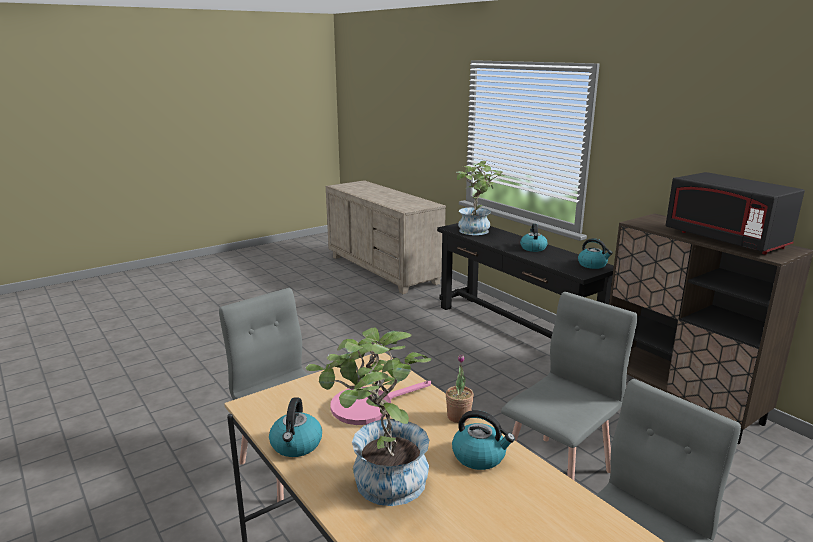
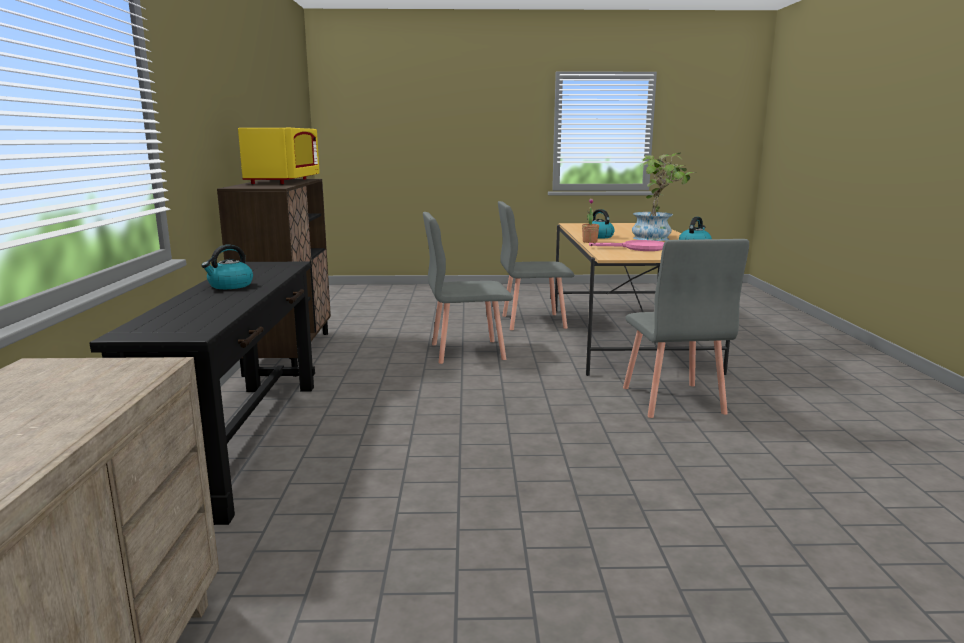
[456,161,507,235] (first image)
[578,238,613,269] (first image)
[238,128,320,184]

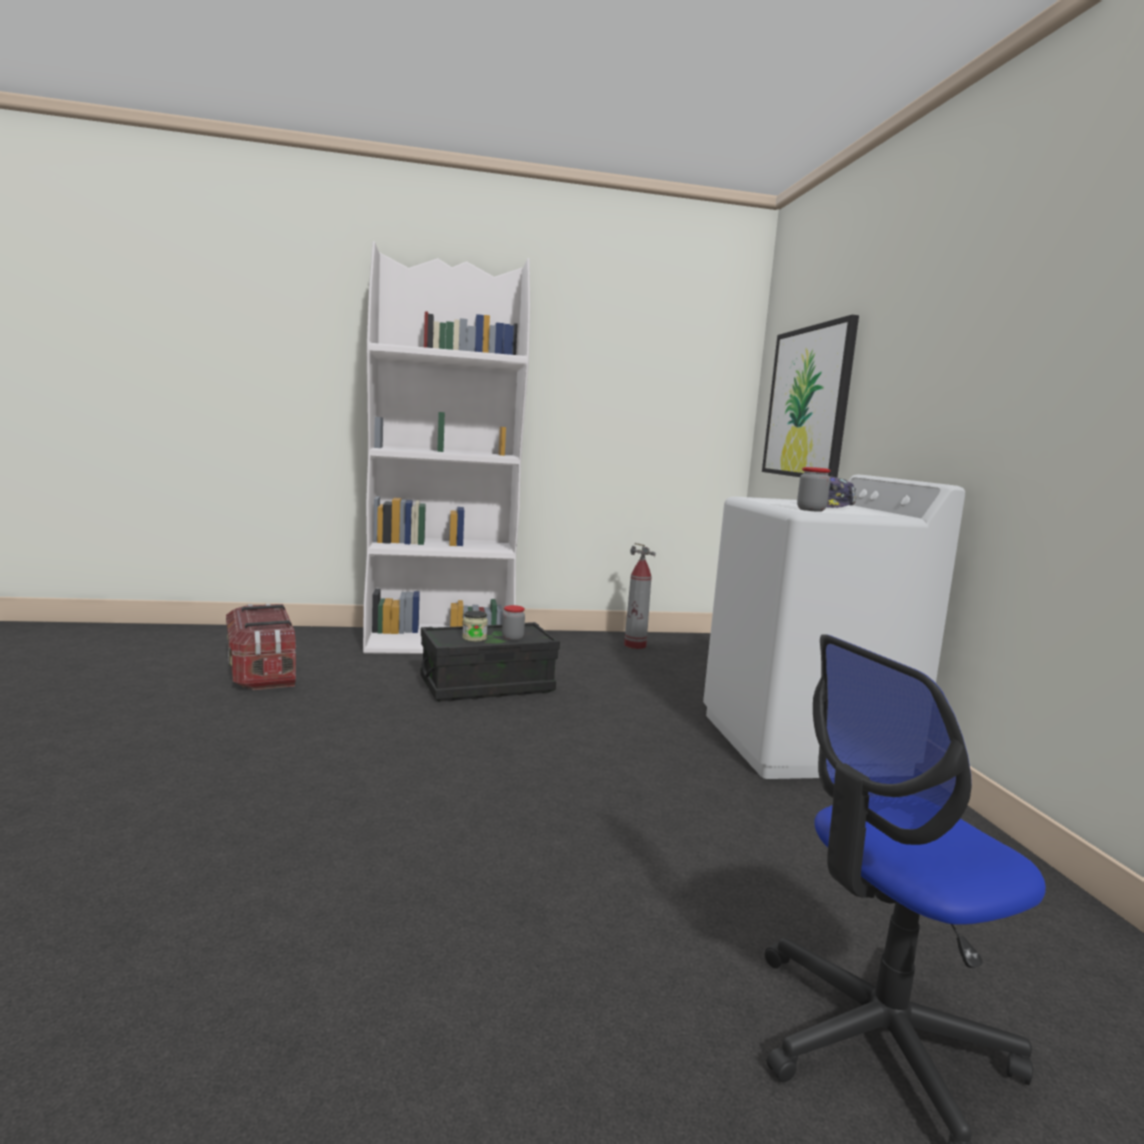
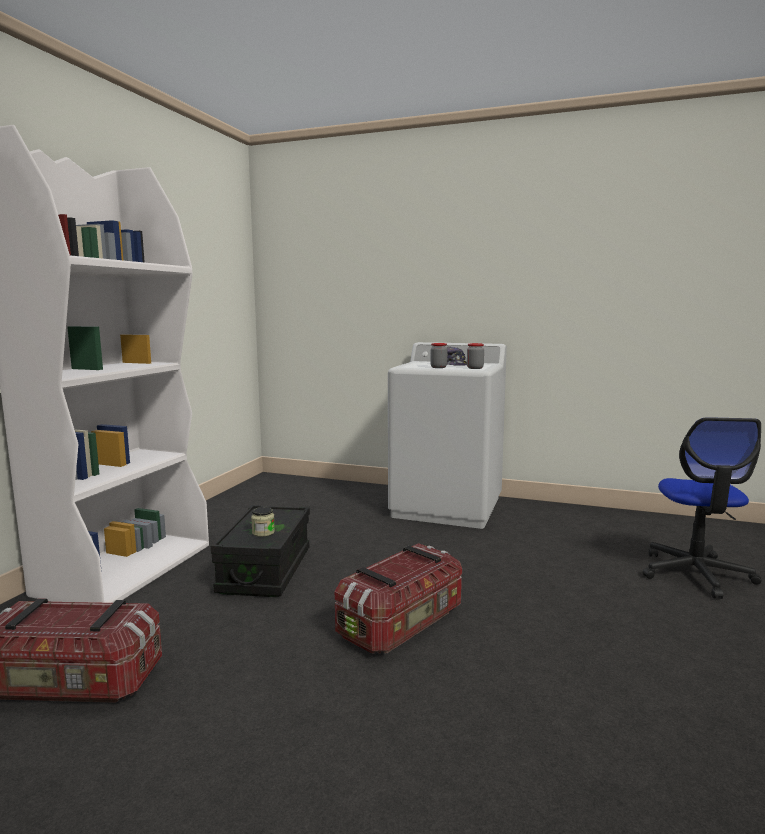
[624,543,656,649] (first image)
[762,315,859,478] (first image)
[335,543,462,654]
[430,343,447,368]

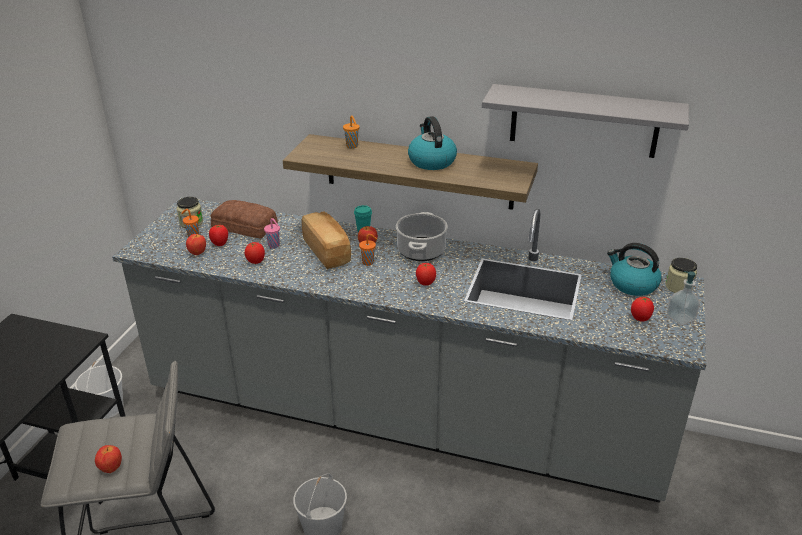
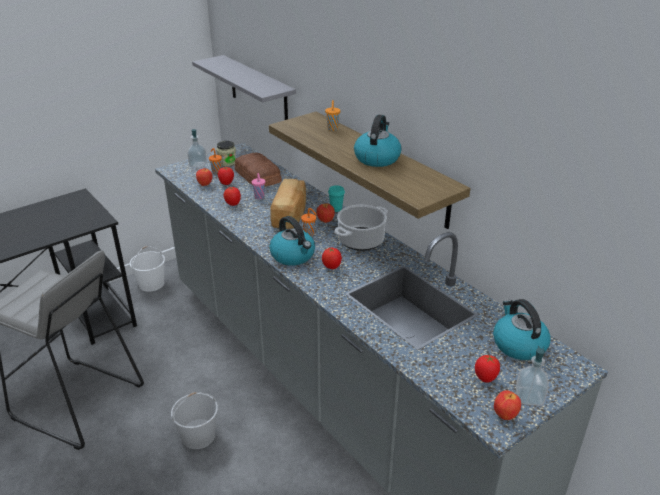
[665,258,697,293] (first image)
[187,129,207,168]
[269,216,315,265]
[494,390,521,420]
[192,55,296,120]

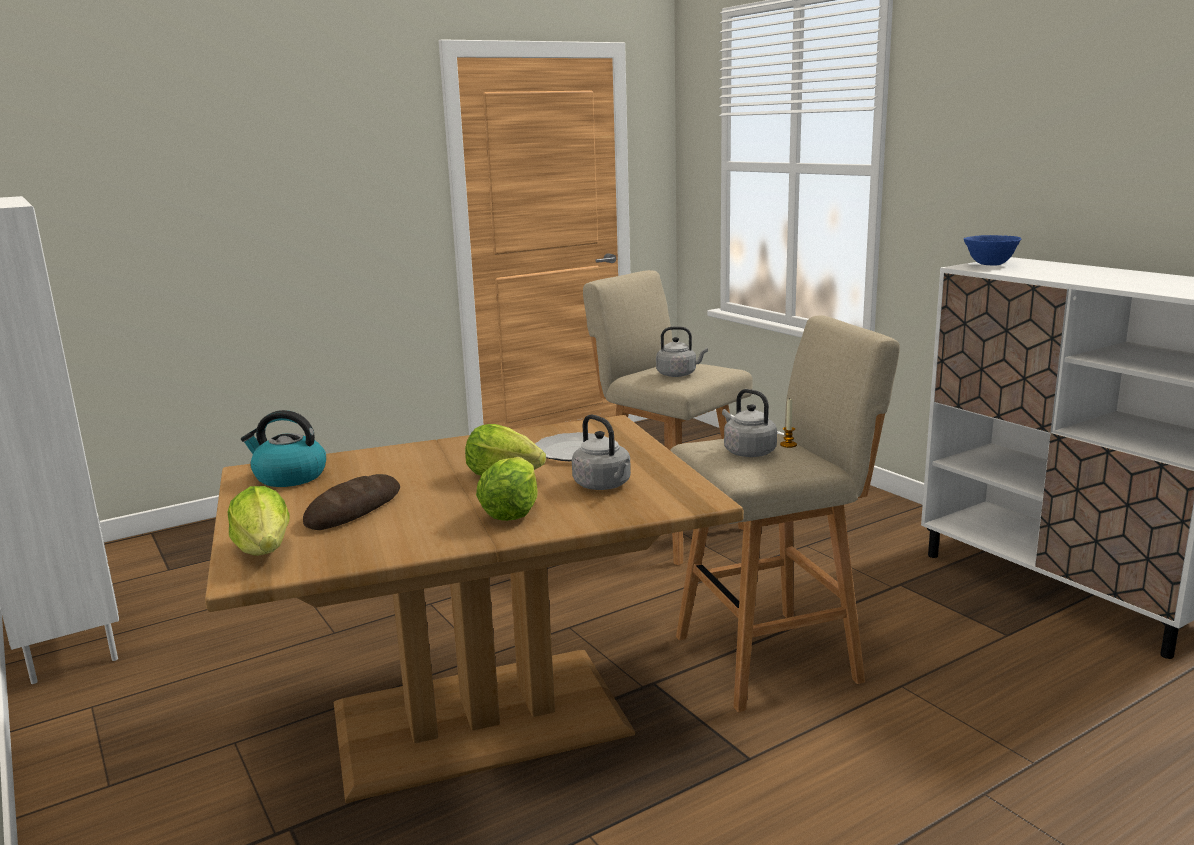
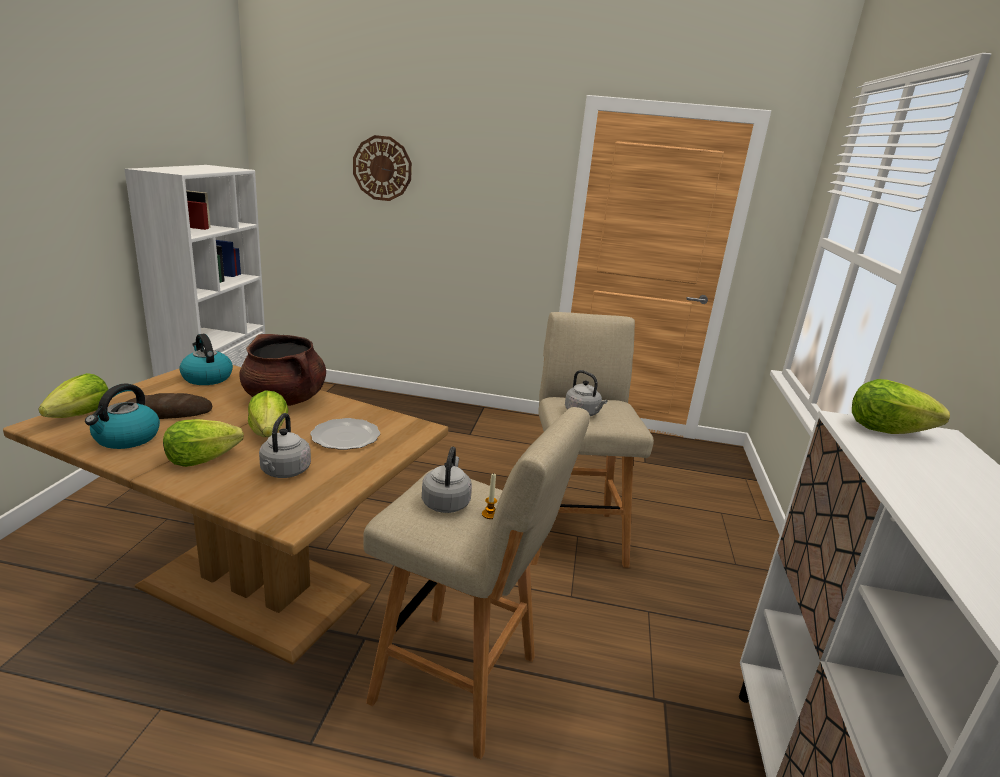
[85,383,160,449]
[239,334,326,406]
[353,135,412,201]
[852,379,950,434]

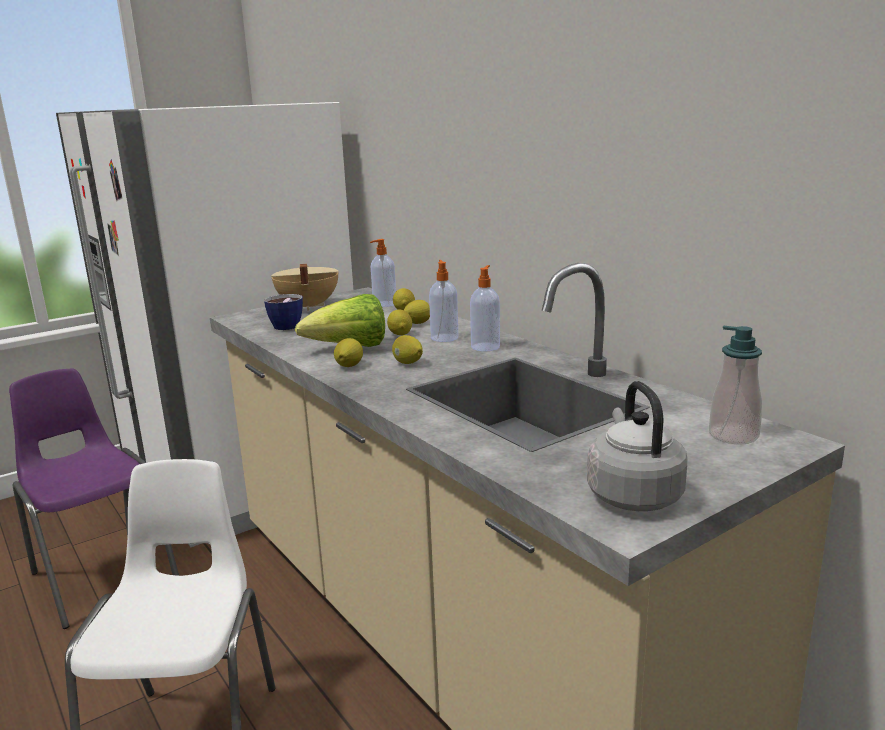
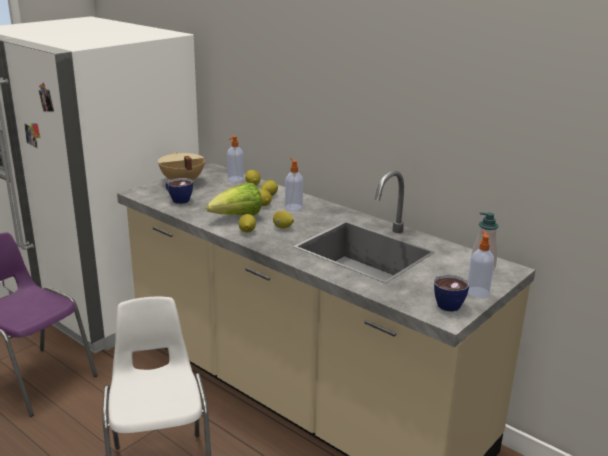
[468,231,494,298]
[434,275,469,311]

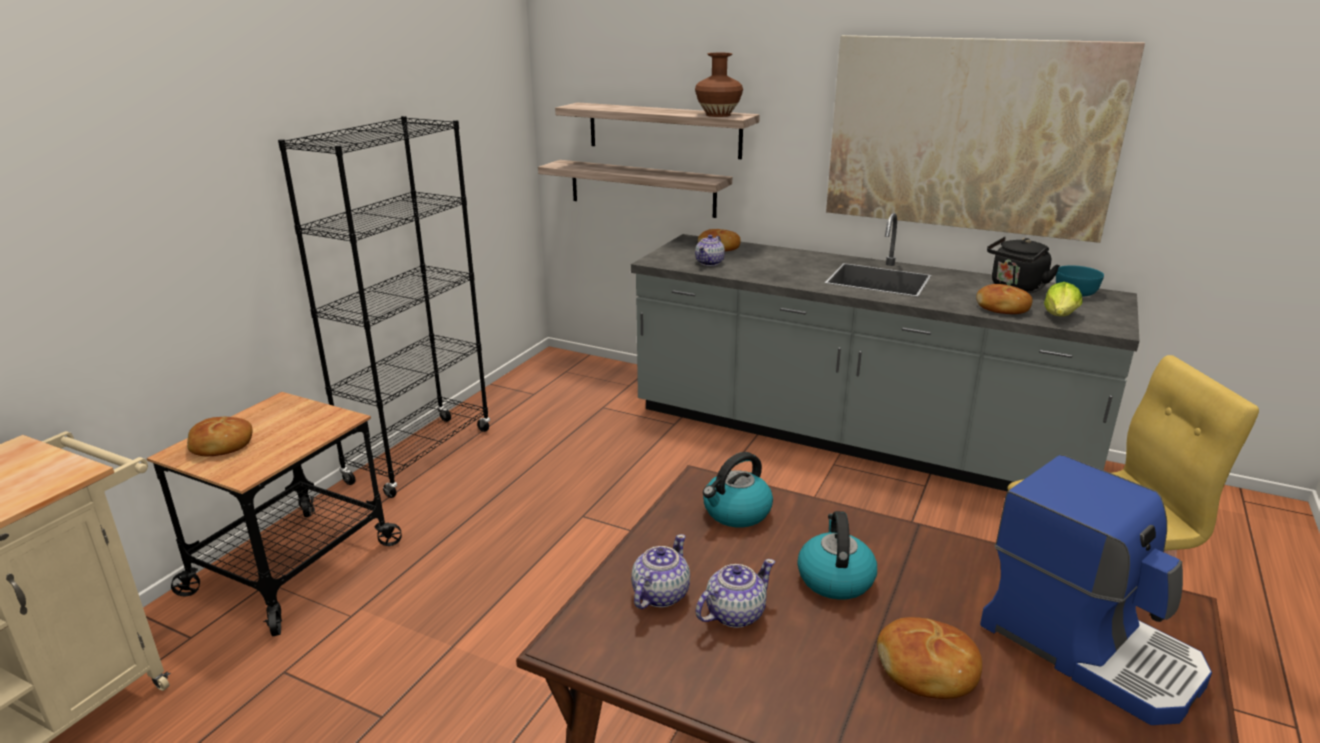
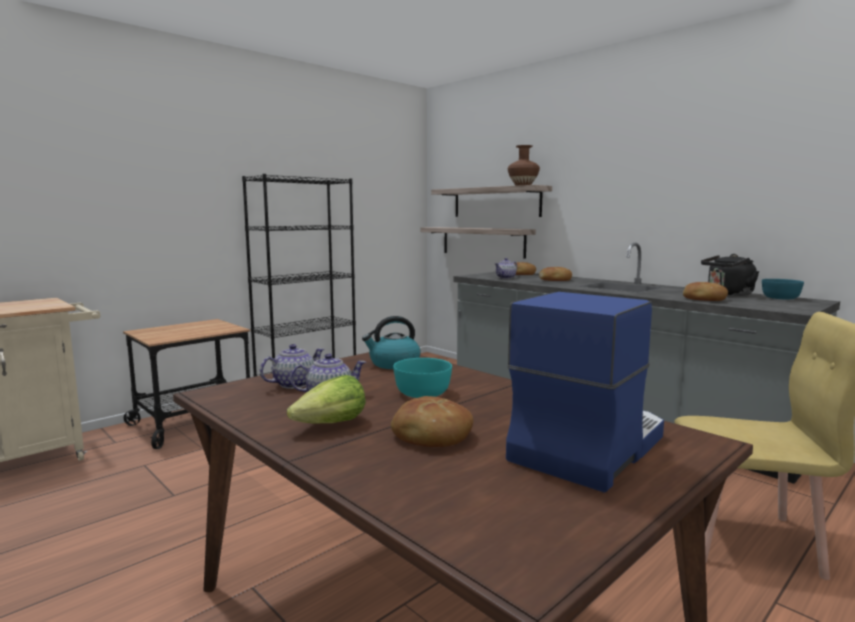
[826,35,1145,243] (first image)
[539,267,572,281]
[287,375,366,424]
[393,358,452,398]
[506,292,664,493]

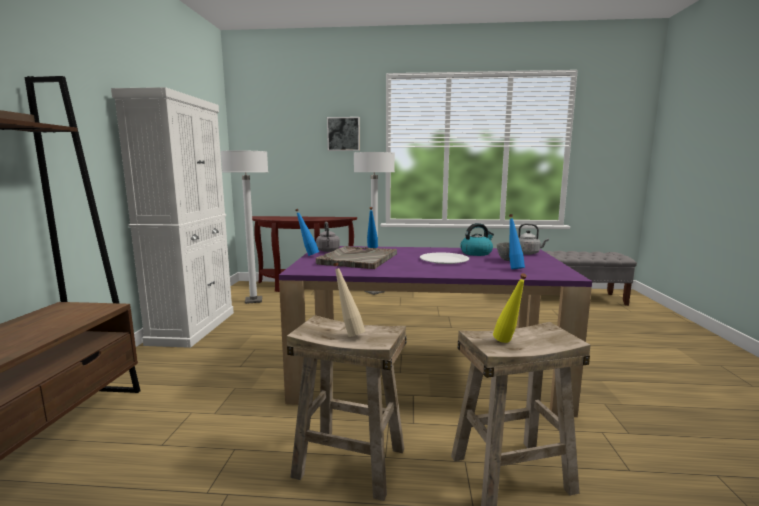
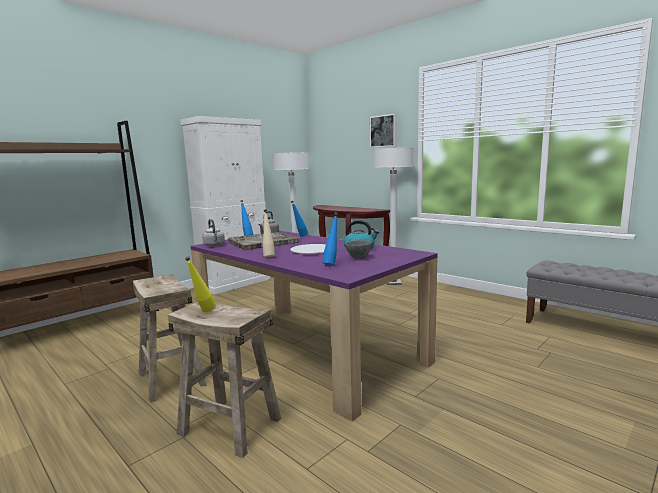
[262,210,275,257]
[202,219,225,247]

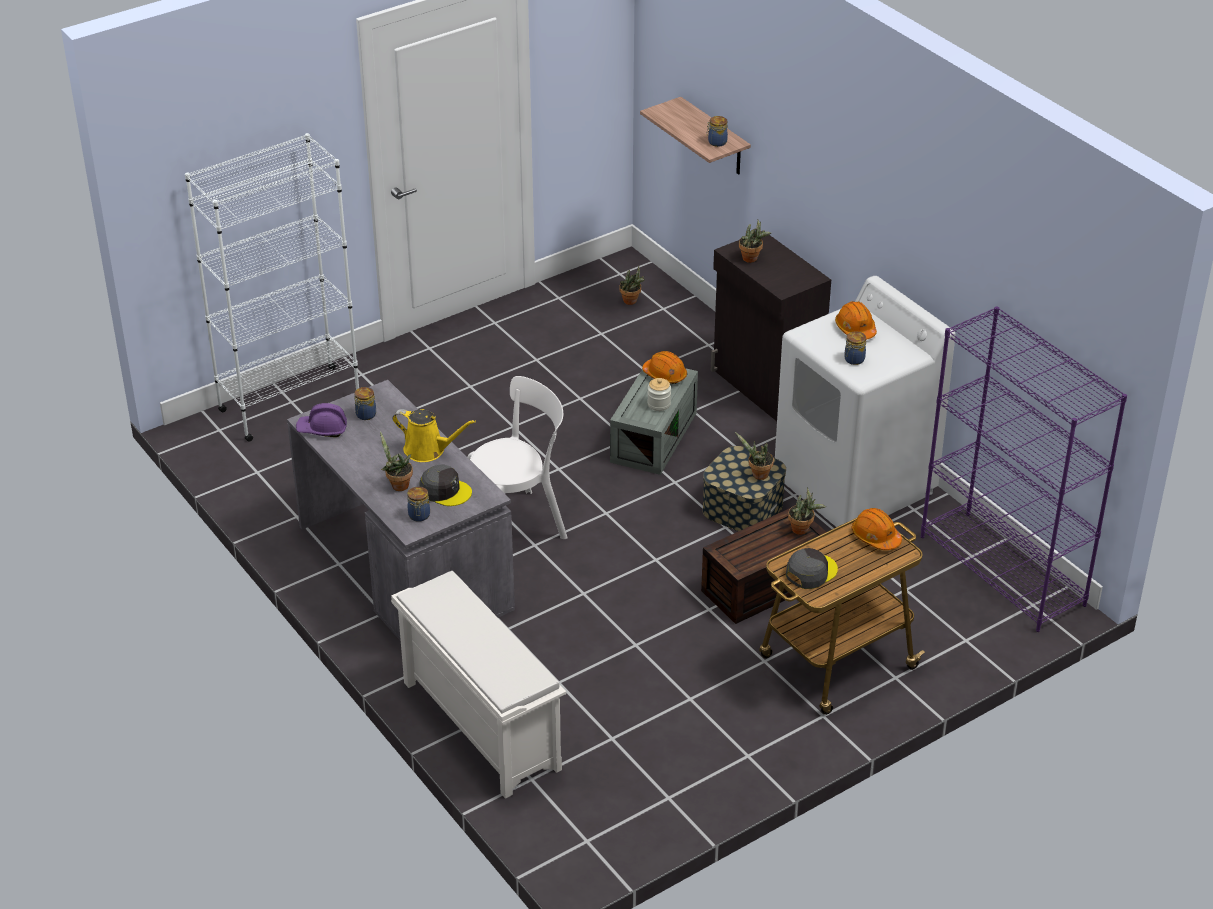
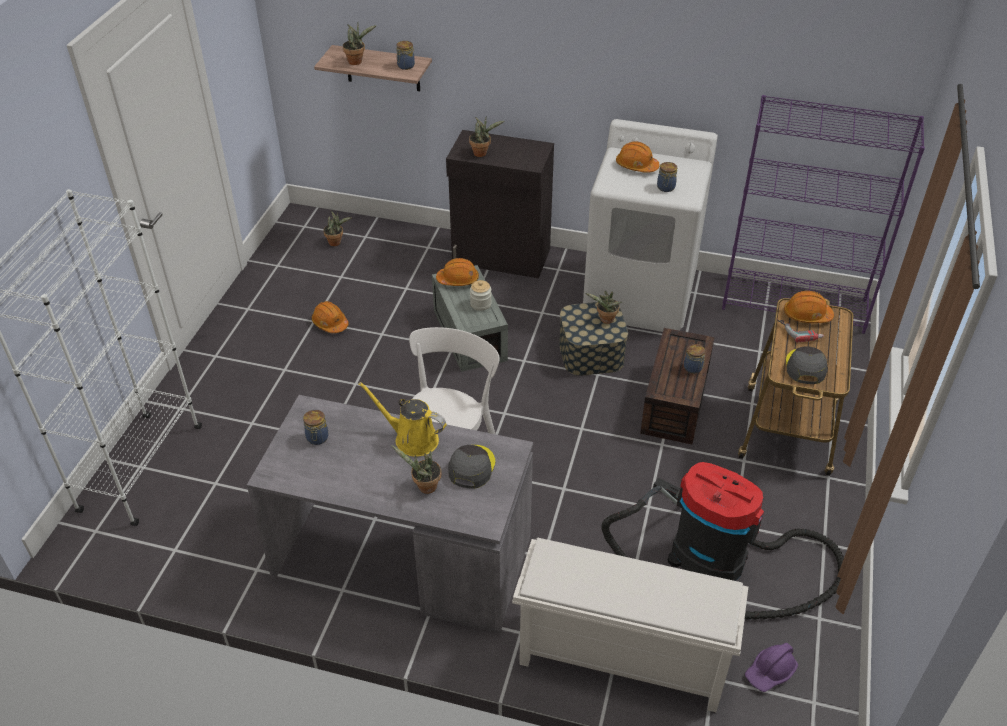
[312,301,349,333]
[601,462,844,619]
[777,319,824,343]
[745,643,798,692]
[684,344,705,374]
[343,23,377,65]
[359,382,446,457]
[448,445,495,489]

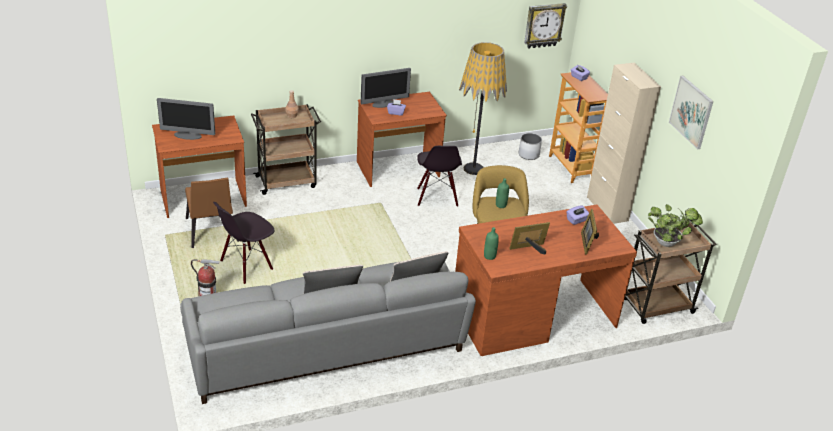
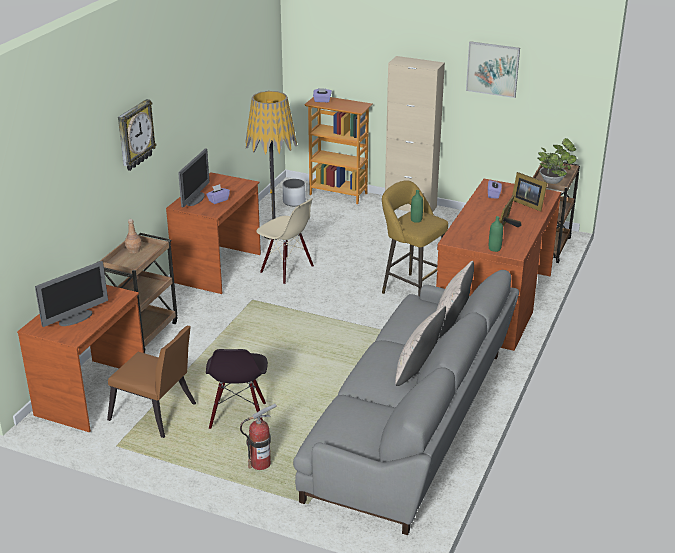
[118,99,157,171]
[256,198,314,284]

